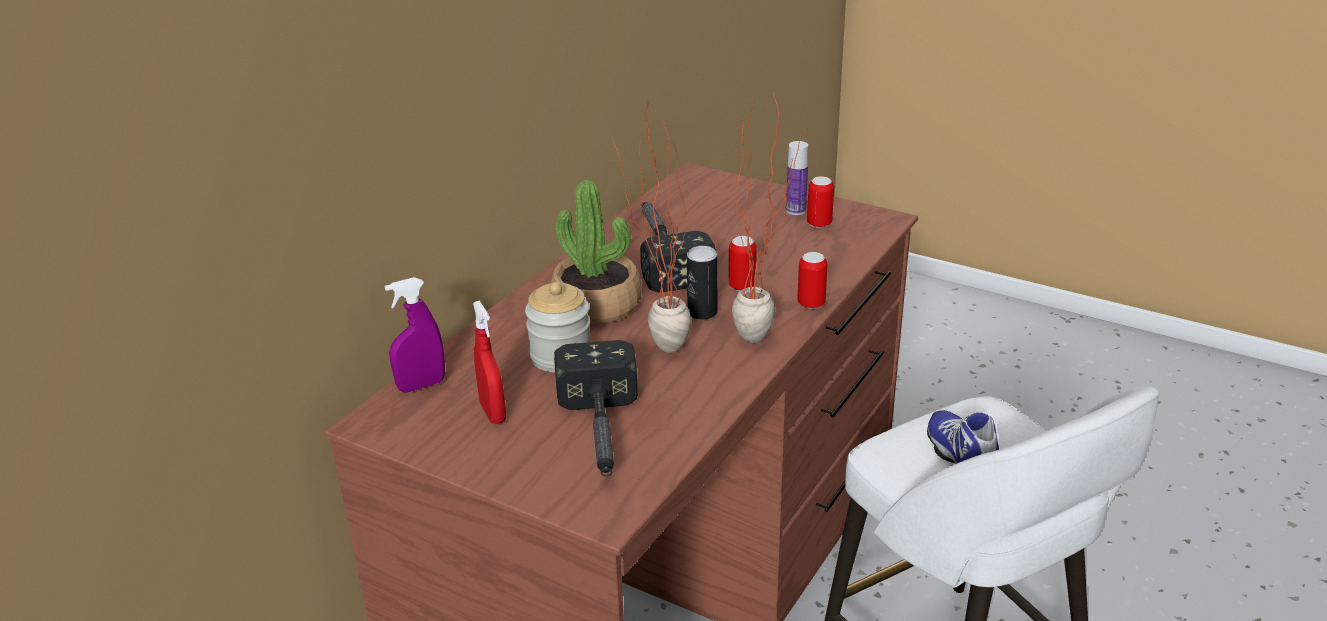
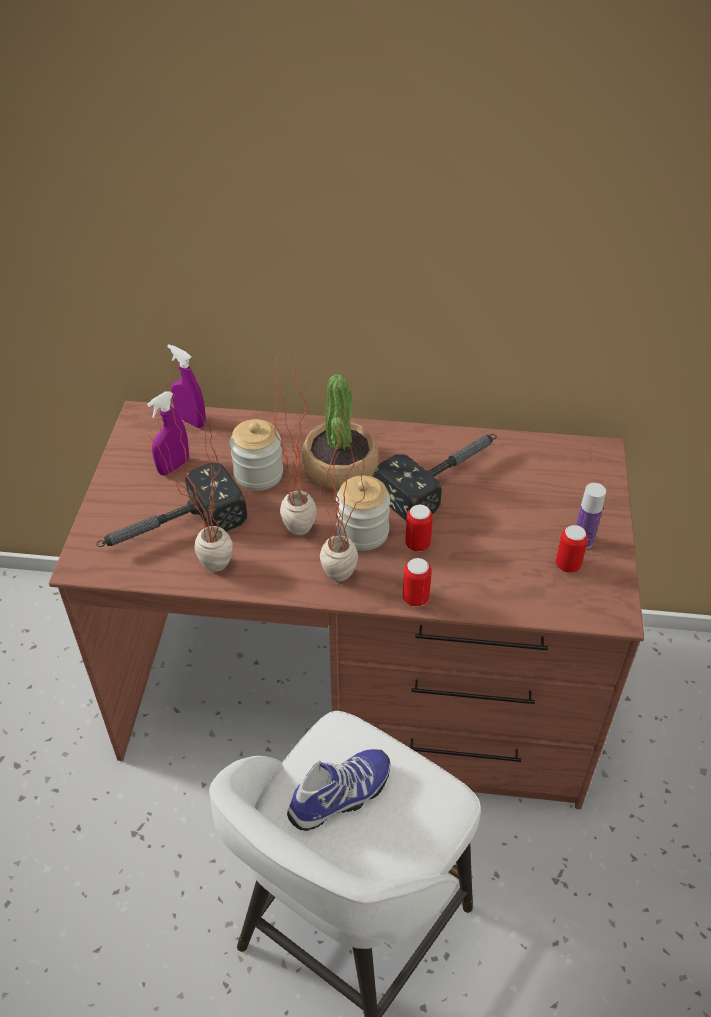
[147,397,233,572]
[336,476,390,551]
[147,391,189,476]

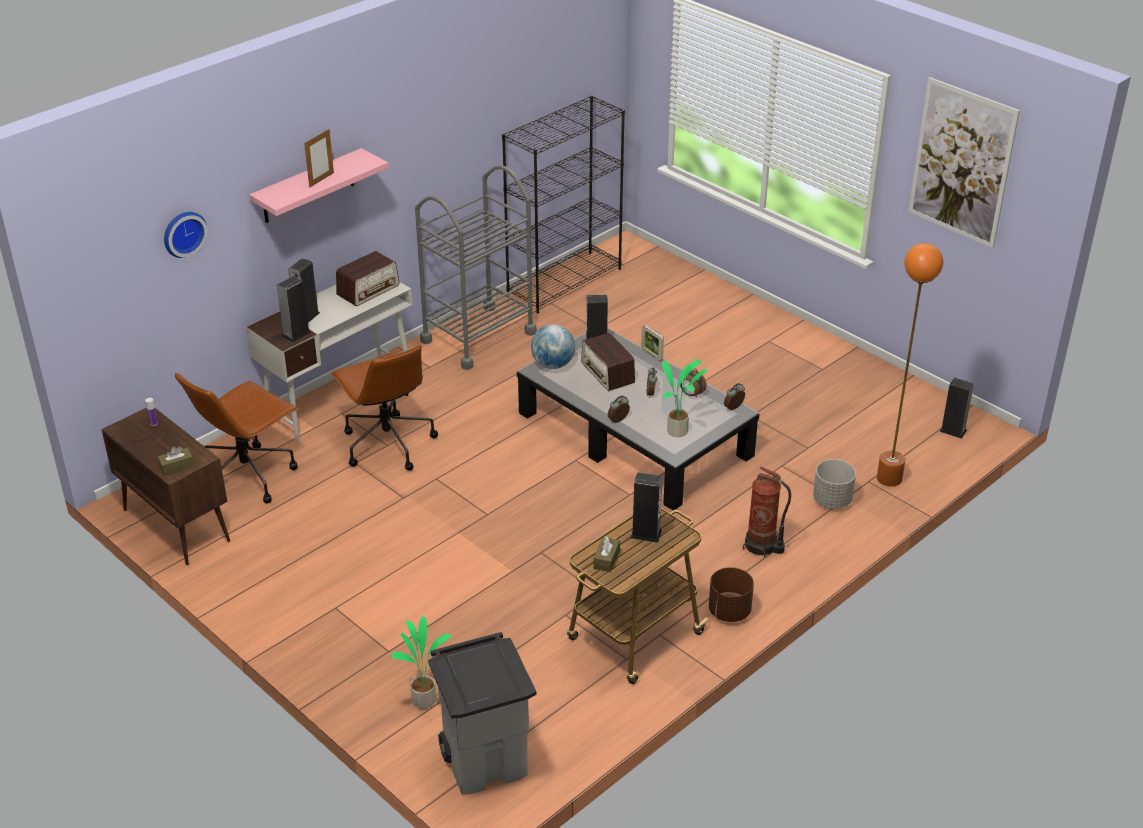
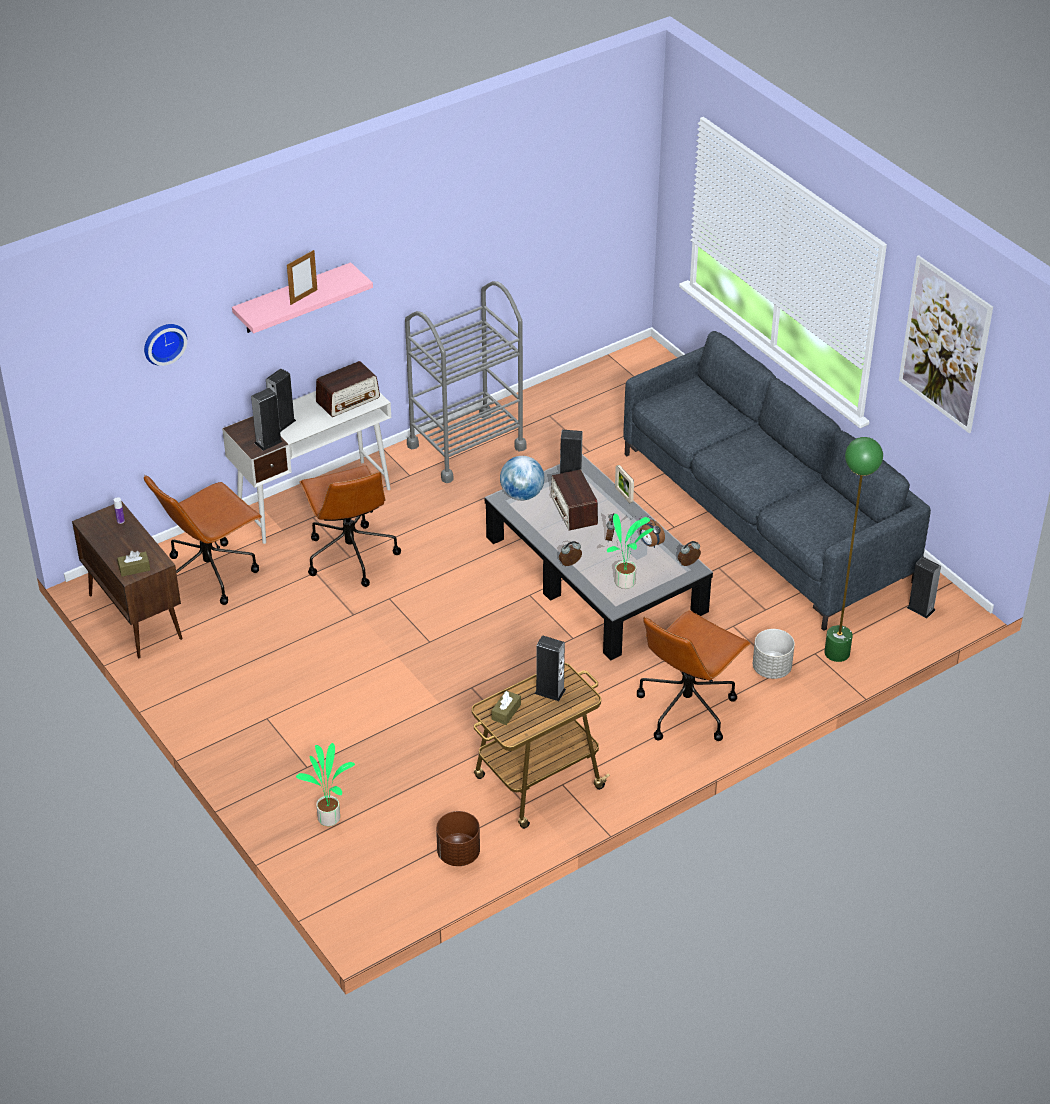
[428,632,536,795] (first image)
[502,95,625,314] (first image)
[623,331,931,631]
[436,811,480,866]
[637,610,751,741]
[824,437,883,662]

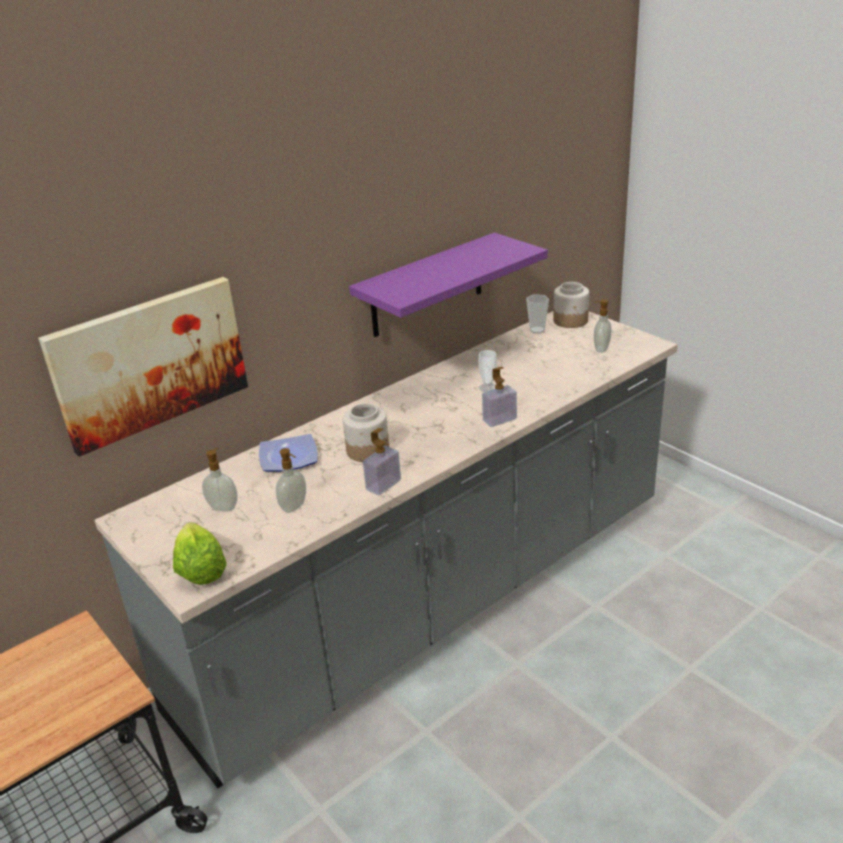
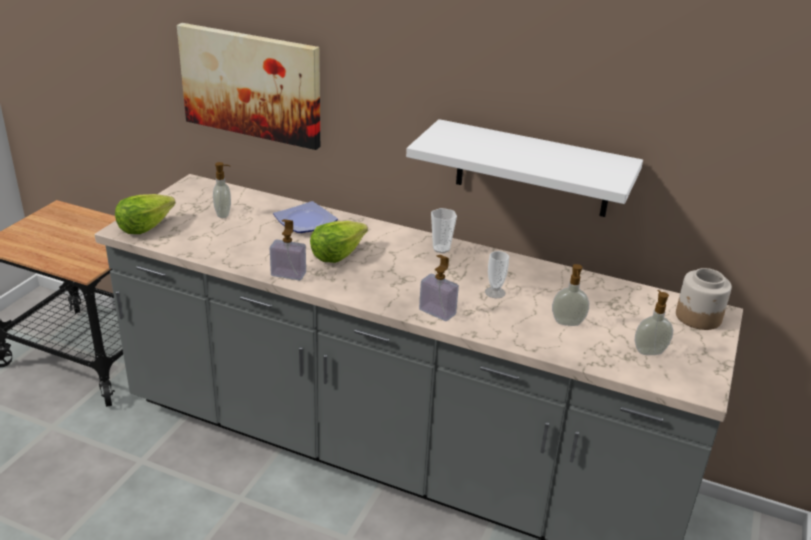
[552,264,589,326]
[431,208,457,253]
[310,221,368,263]
[406,119,643,217]

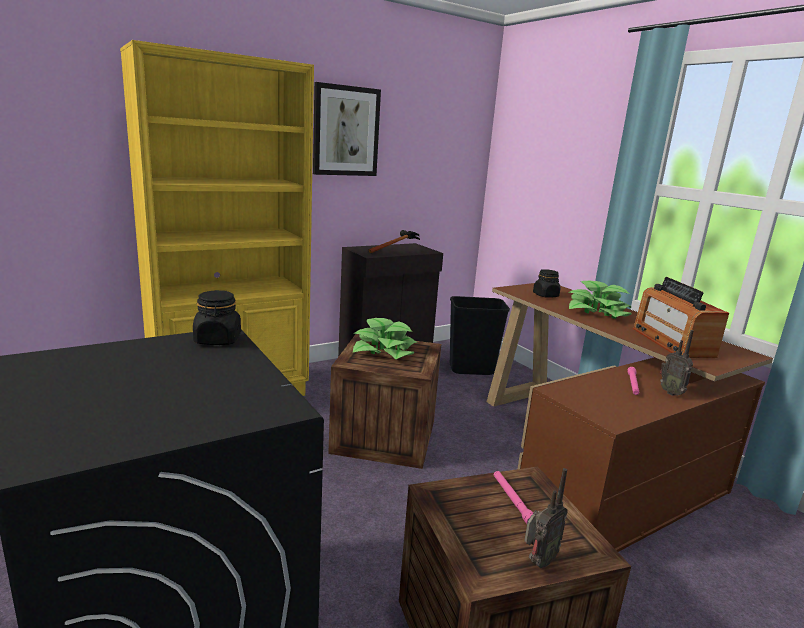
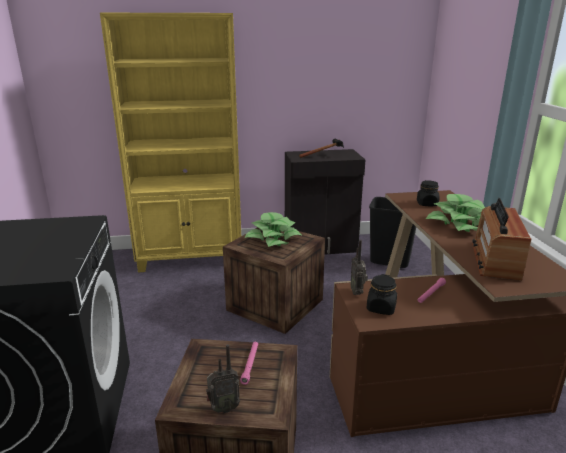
[313,82,381,176] (first image)
[367,274,397,315]
[350,240,368,295]

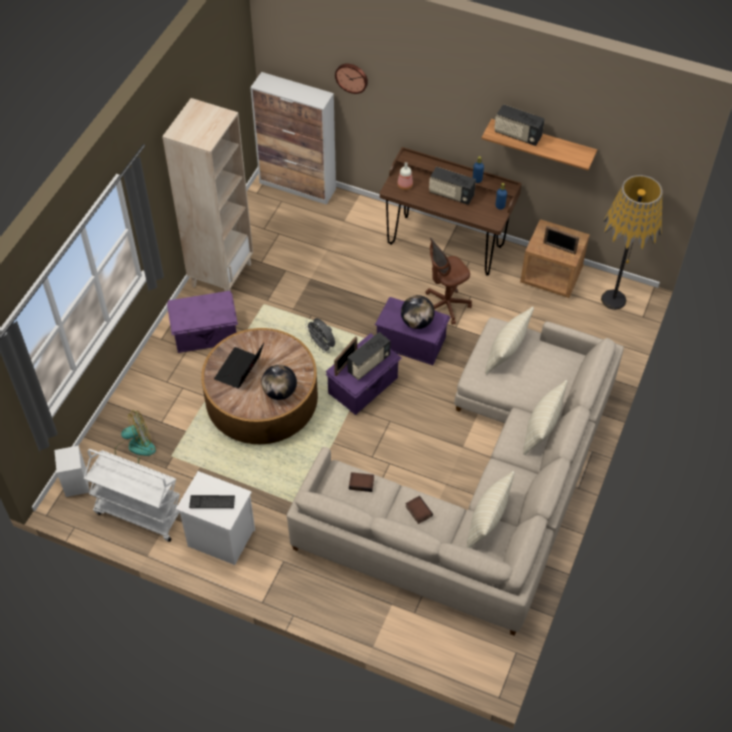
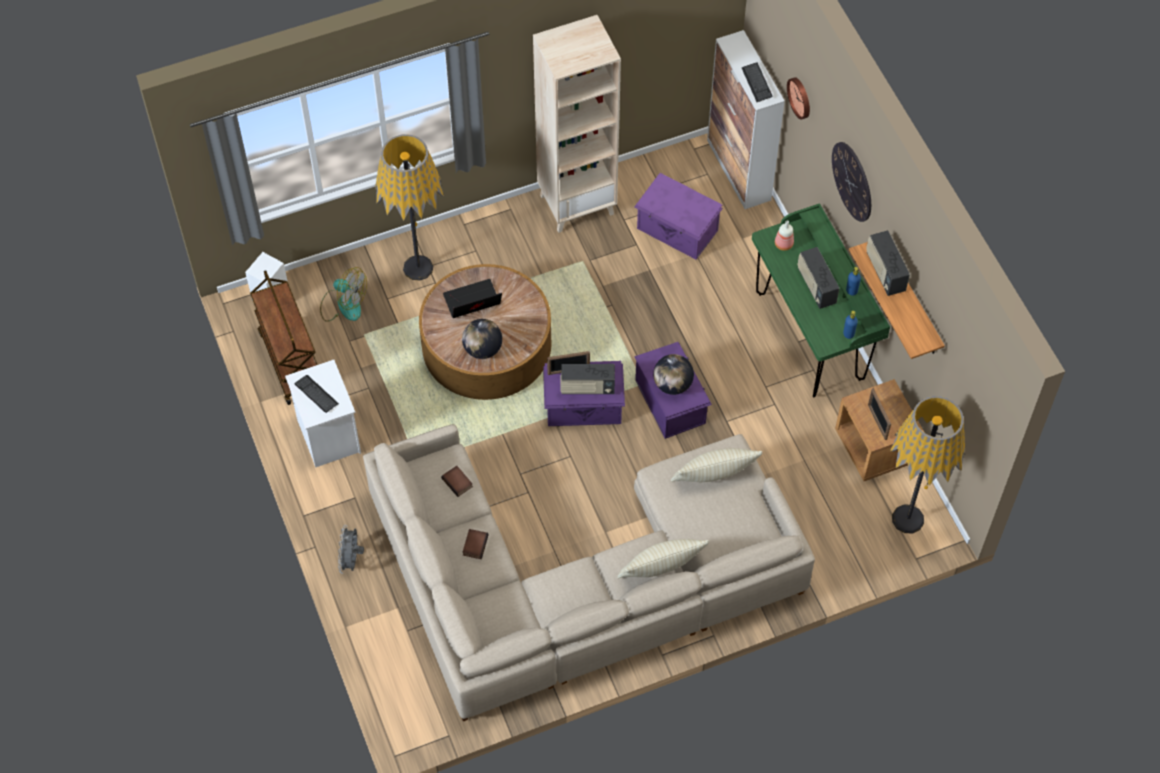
[426,238,472,325] (first image)
[467,471,515,548] (first image)
[375,134,444,281]
[742,62,773,102]
[832,142,871,222]
[634,173,723,259]
[338,525,364,574]
[250,270,317,405]
[752,203,890,397]

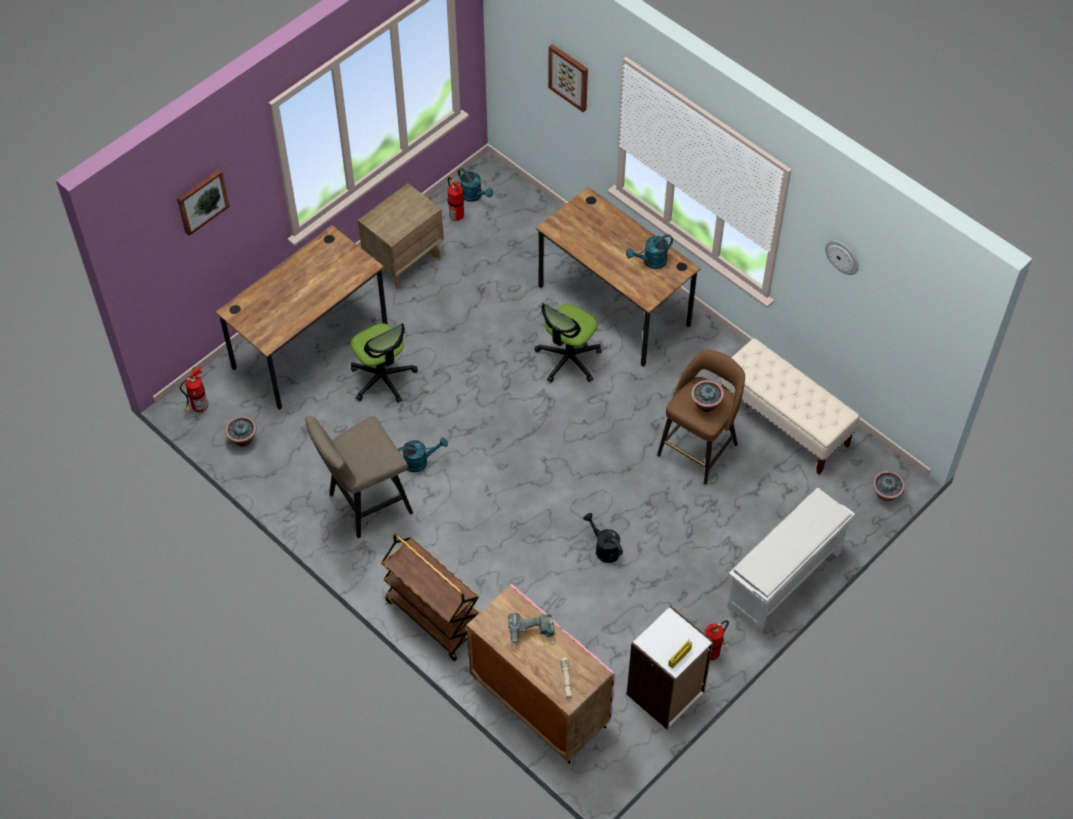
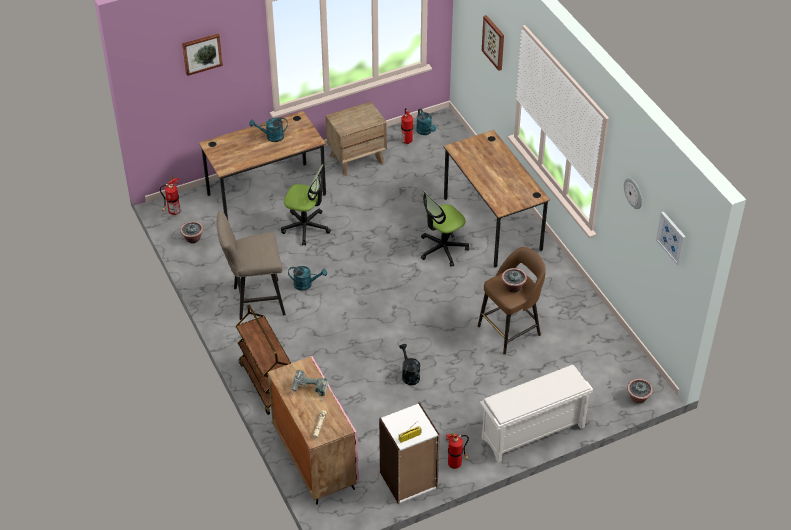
[721,338,860,475] (first image)
[656,212,686,266]
[249,117,288,142]
[281,164,331,246]

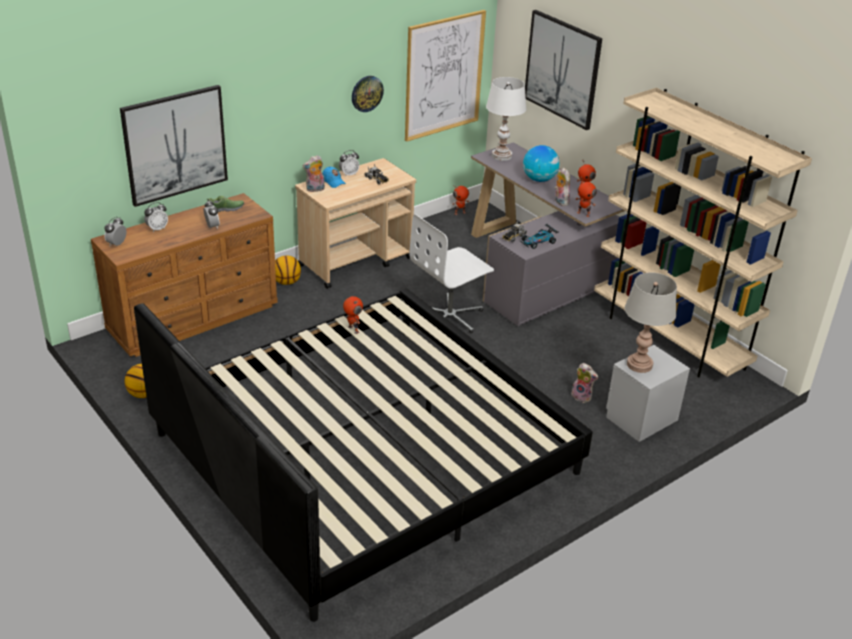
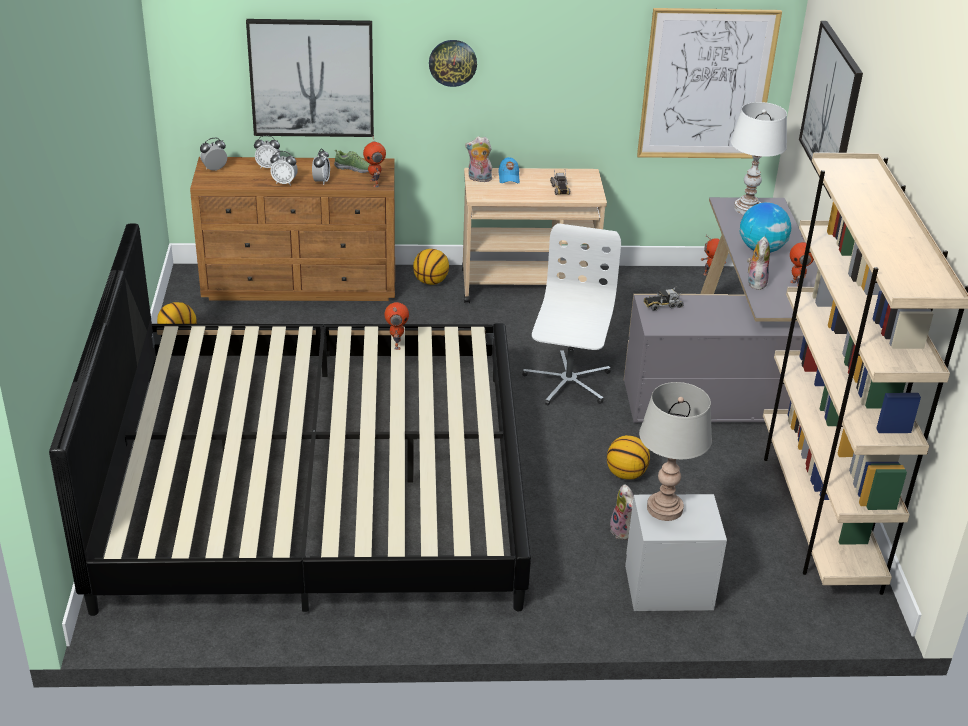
[520,224,559,249] (first image)
[607,435,650,480]
[270,151,298,186]
[429,40,477,87]
[363,135,386,187]
[522,223,621,406]

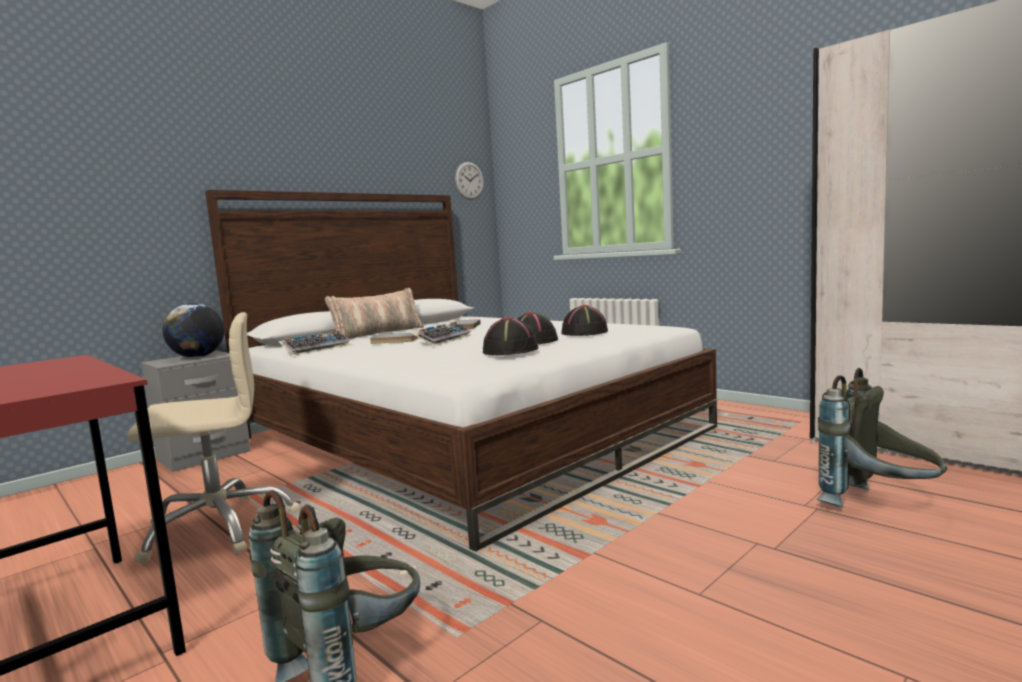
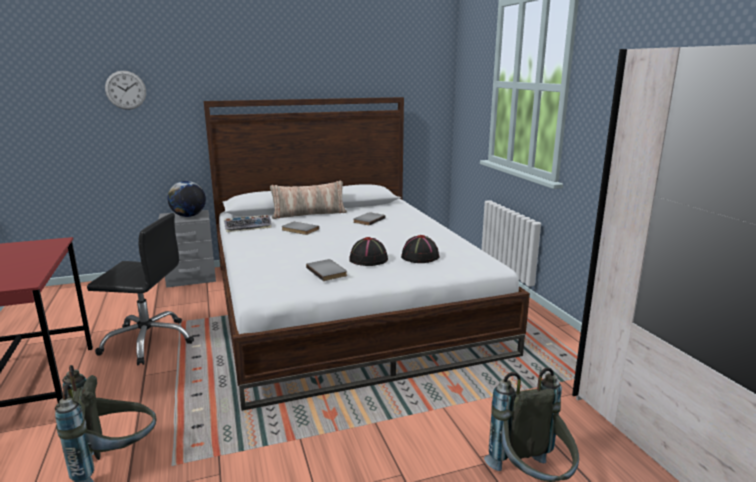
[411,321,471,346] (first image)
[105,71,146,110]
[306,259,347,281]
[87,213,194,365]

